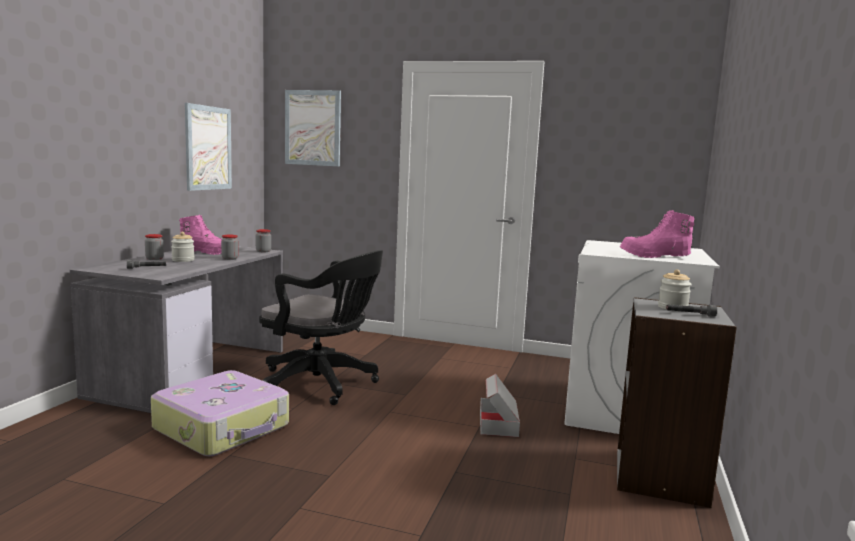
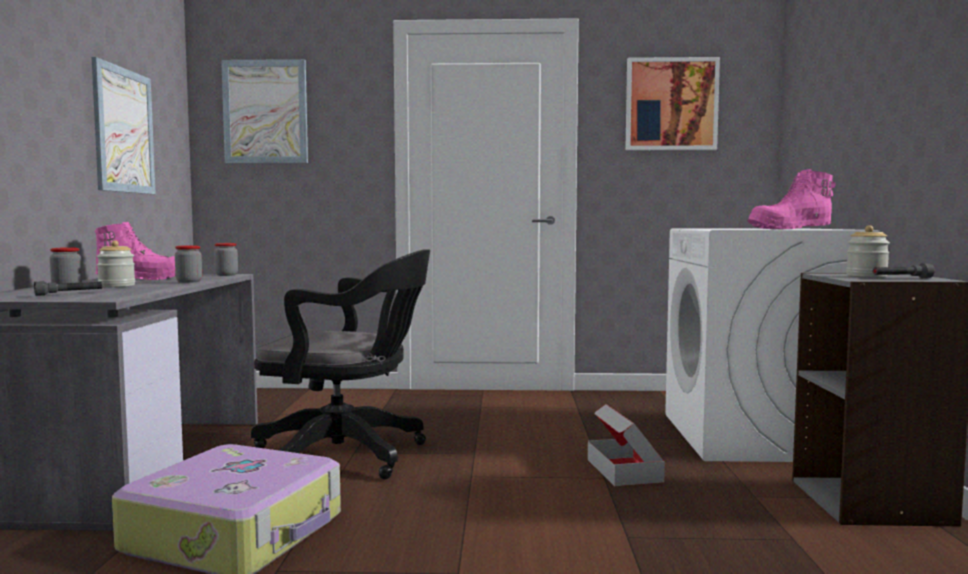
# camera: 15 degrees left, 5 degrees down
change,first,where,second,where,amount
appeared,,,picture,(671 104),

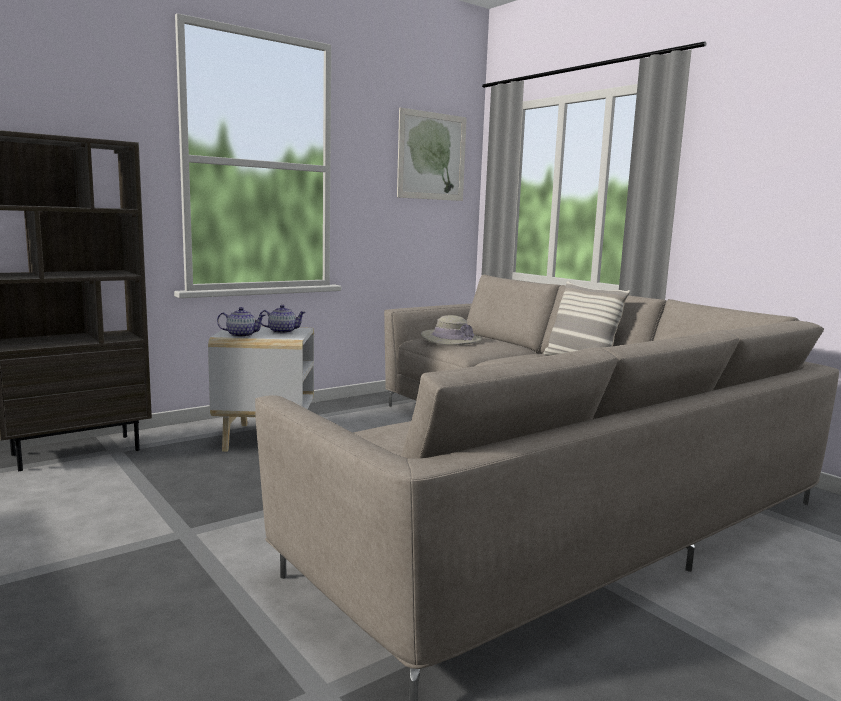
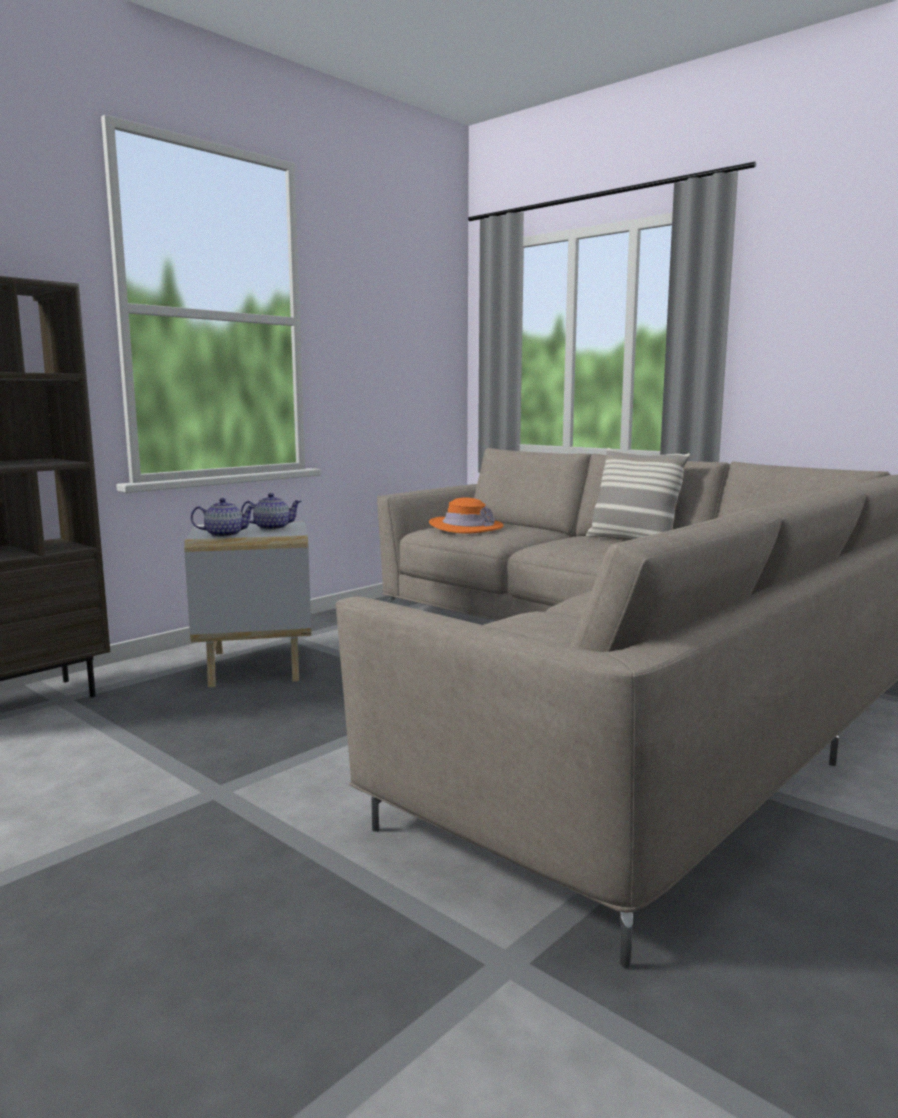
# camera: 10 degrees left, 0 degrees up
change,first,where,second,where,amount
colour,hat/beige,(450 339),hat/orange,(466 527),
missing,picture,(431 156),,,

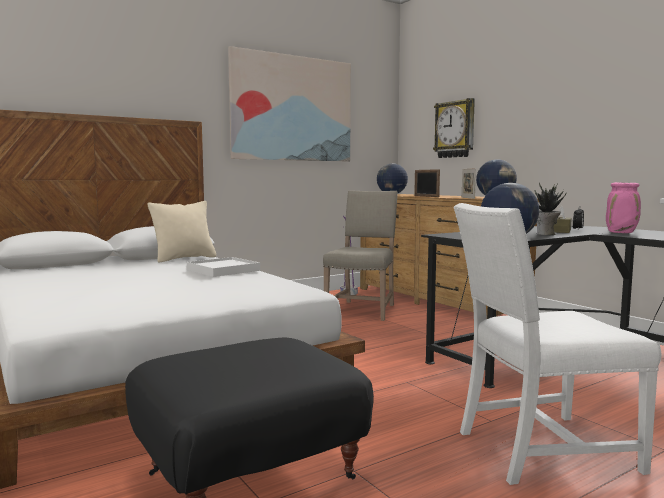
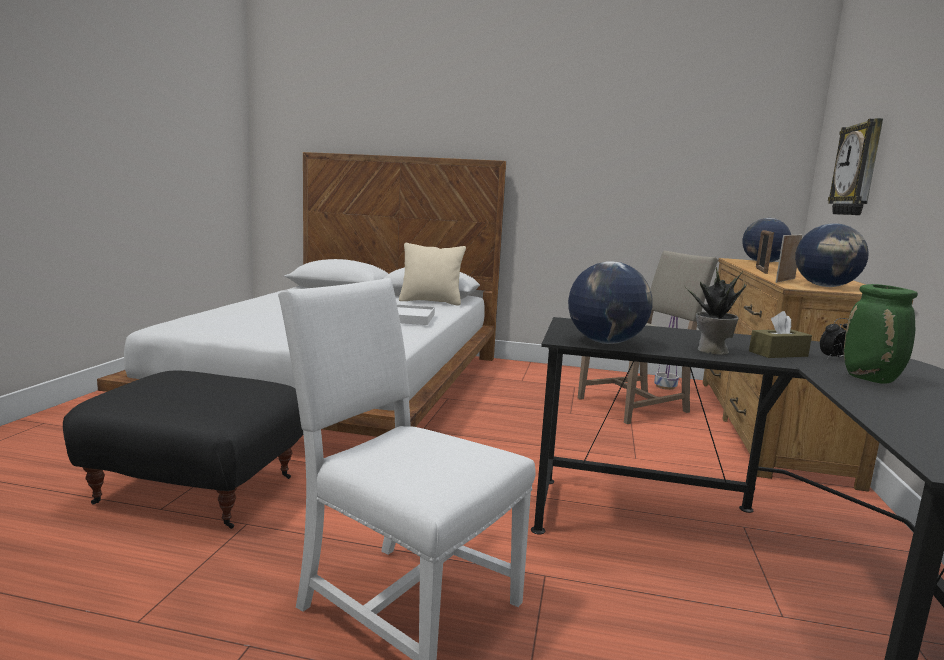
# camera: 45 degrees right, 5 degrees up
change,first,where,second,where,amount
colour,vase/pink,(622 232),vase/green,(872 380),
missing,picture,(292 108),,,

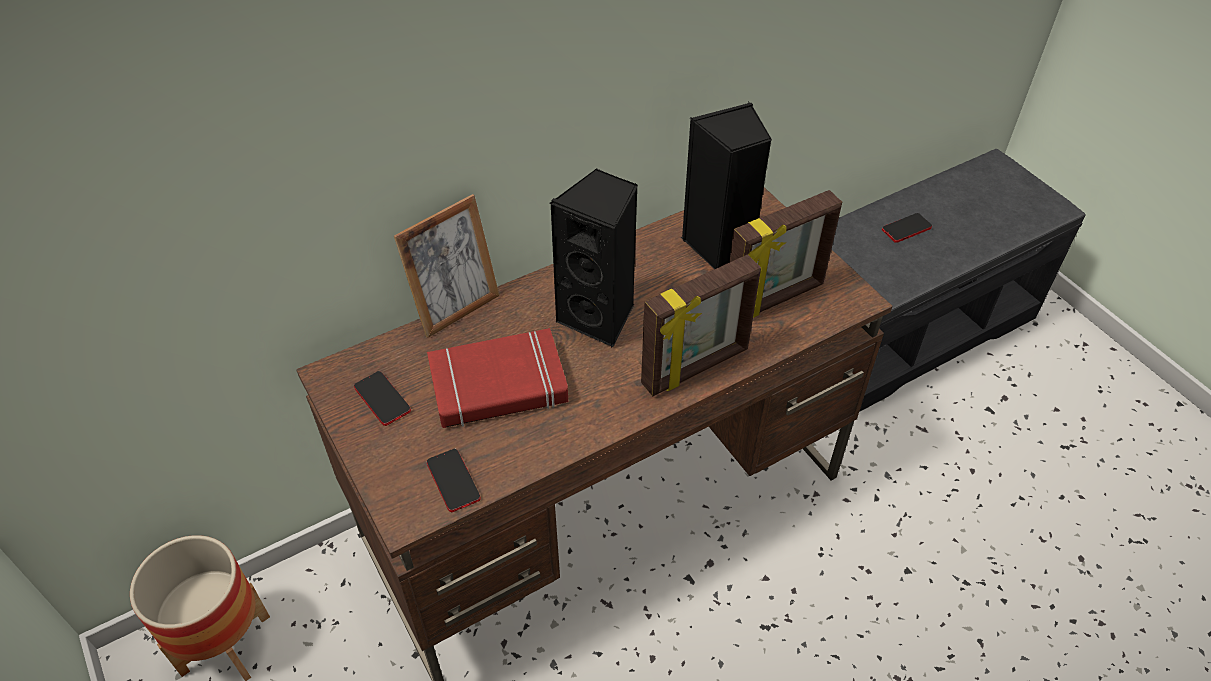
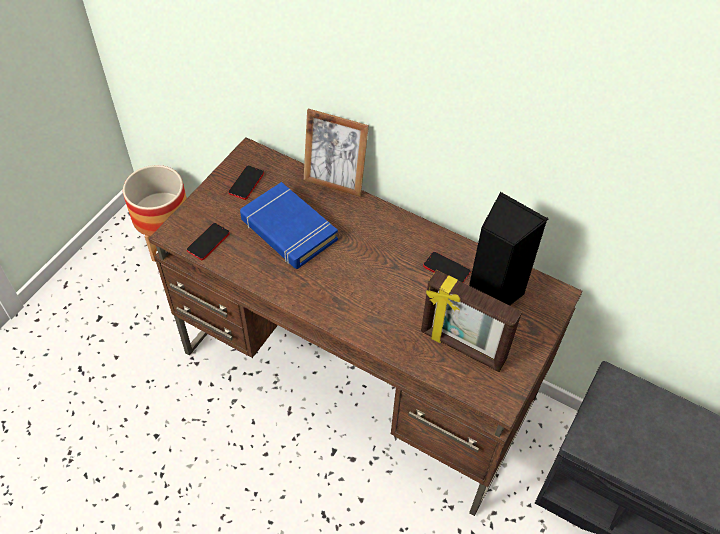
# camera: 60 degrees right, 5 degrees up
change,first,where,second,where,amount
colour,book/red,(498 386),book/blue,(288 230),
relocated,phone,(906 228),,(446 269),
missing,speaker/black,(600 316),,,
missing,picture frame,(696 368),,,

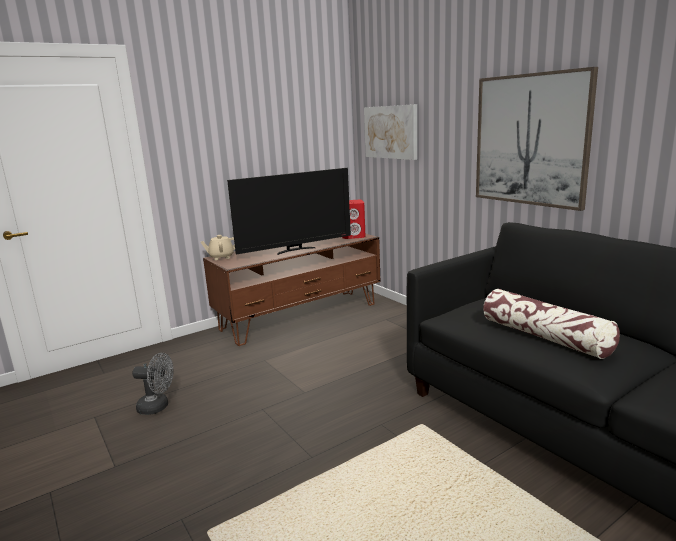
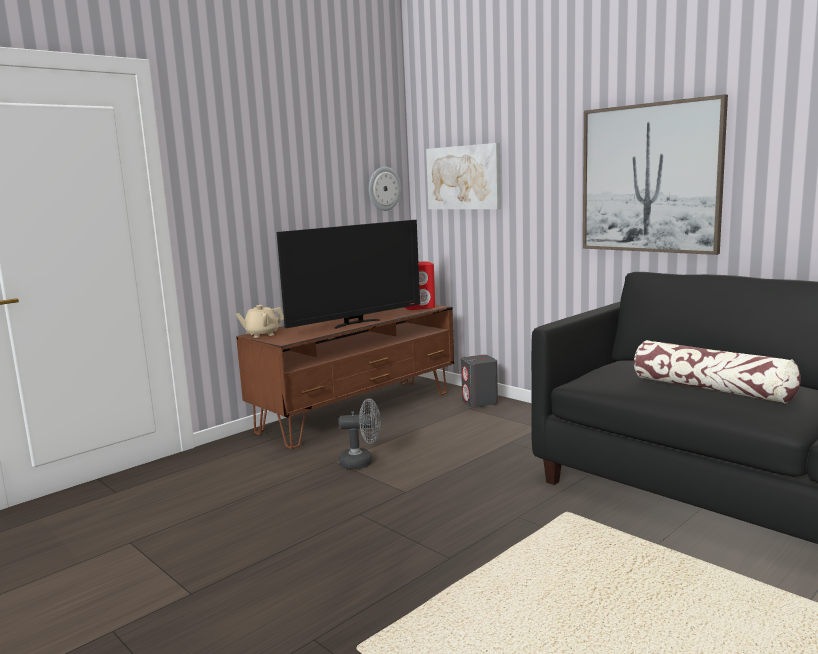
# camera: 10 degrees left, 5 degrees down
change,first,where,second,where,amount
relocated,fan/grey,(158 407),,(362 462),
appeared,,,wall clock,(384 189),
appeared,,,speaker/grey,(480 402),

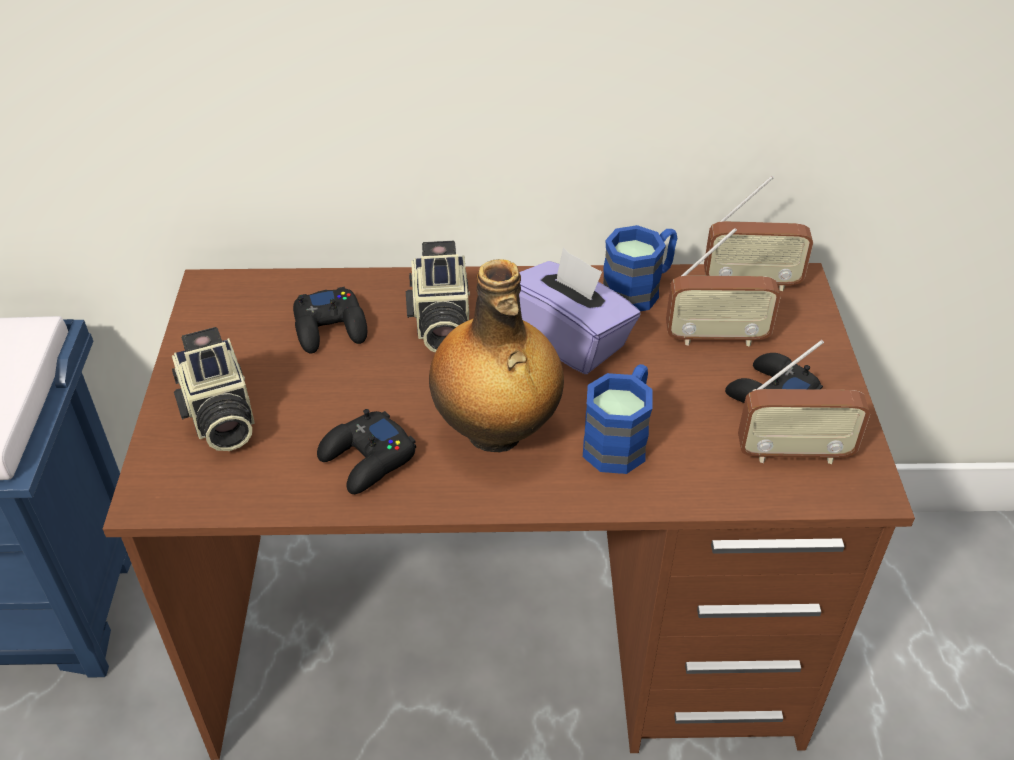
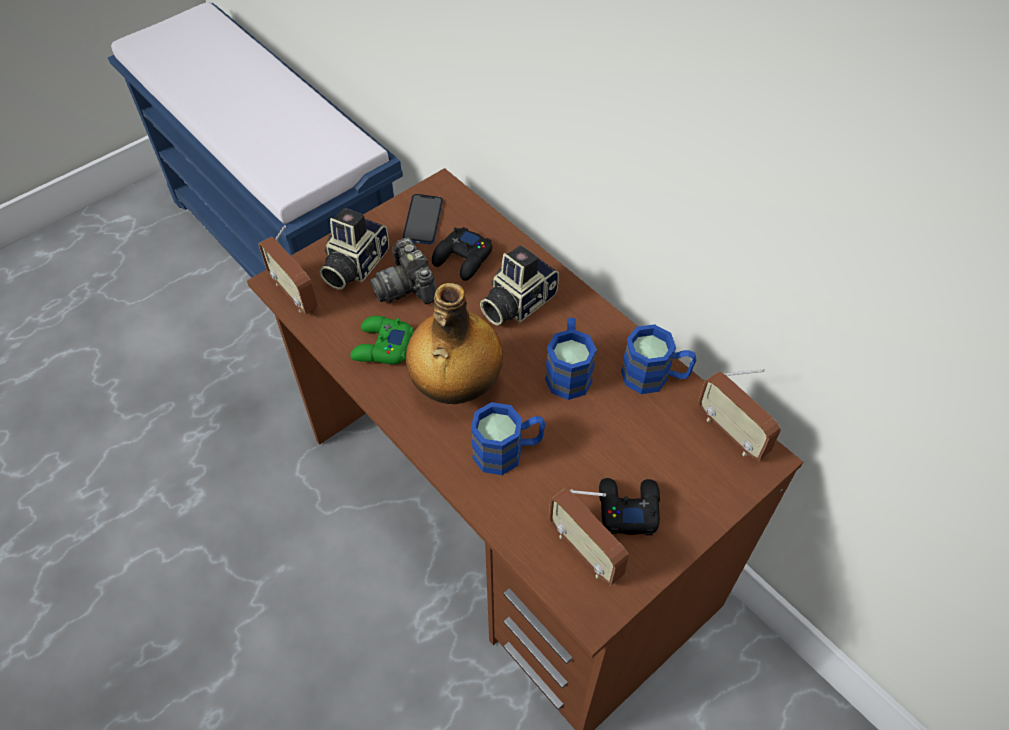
# camera: 50 degrees right, 10 degrees up
change,first,where,second,where,amount
relocated,radio,(716 337),,(294 294),
colour,game controller/black,(367 459),game controller/green,(381 346),
appeared,,,photo camera,(407 286),
appeared,,,phone,(423 220),
exchanged,tissue box/purple,(569 339),mug/blue,(568 371),

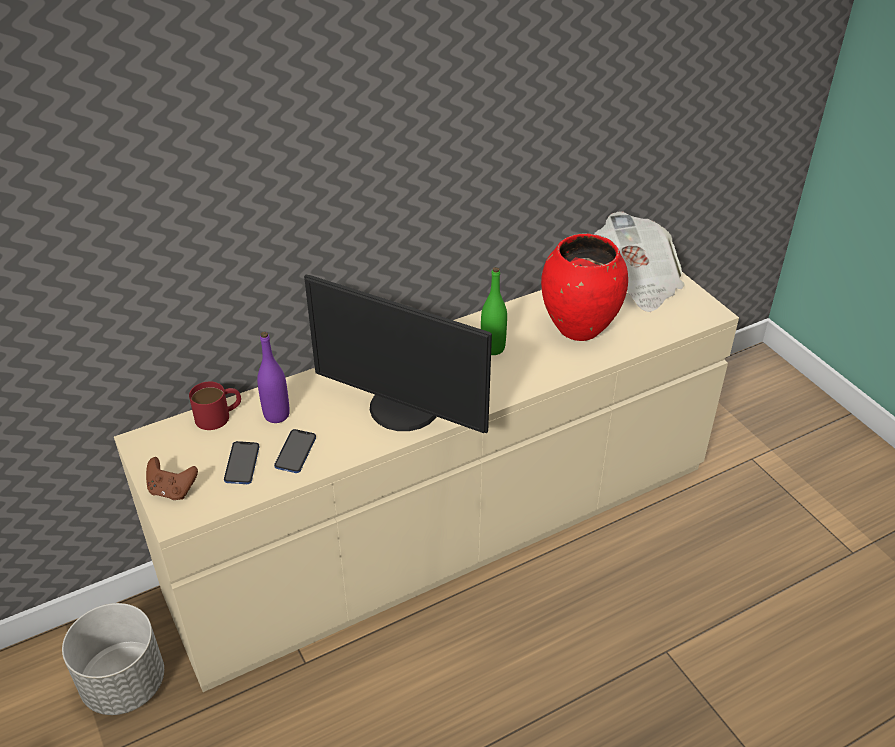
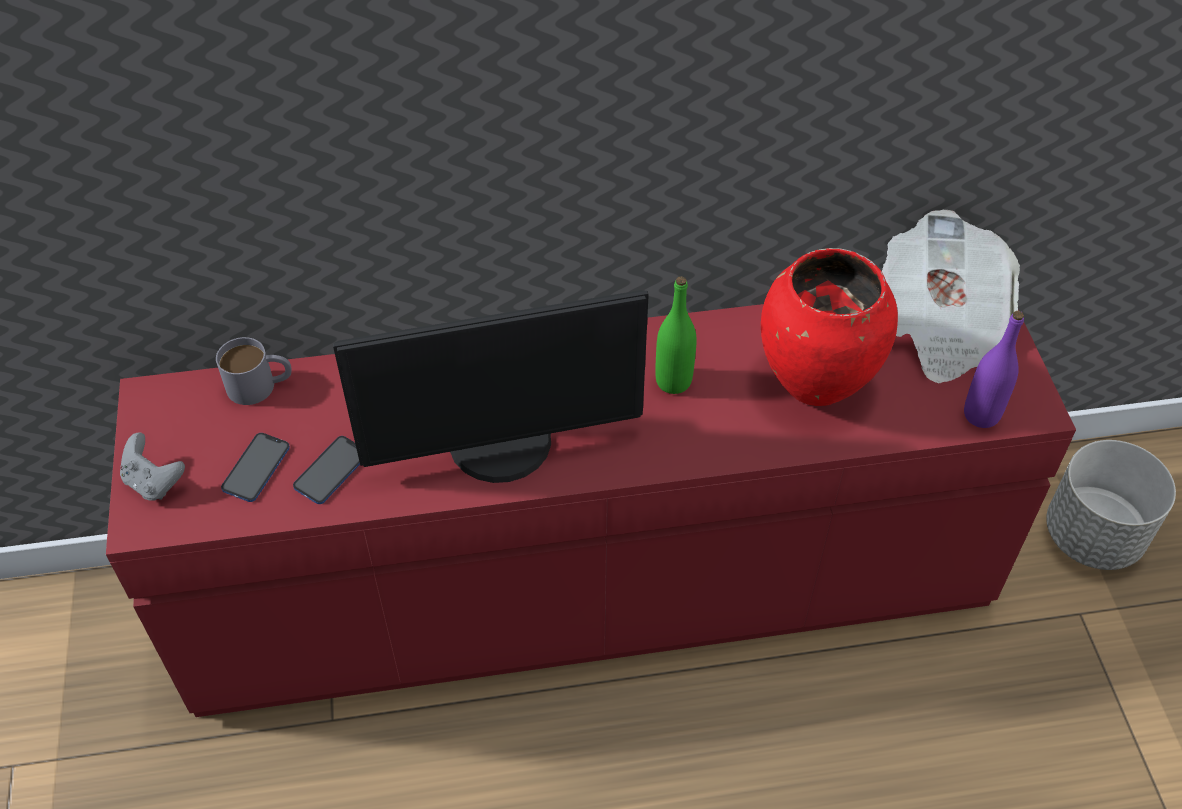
# camera: 20 degrees right, 10 degrees up
change,first,where,second,where,amount
colour,dresser/beige,(446 528),dresser/red,(590 586),
colour,game controller/brown,(172 490),game controller/grey,(154 482),
colour,mug/red,(219 415),mug/grey,(260 385),
spun,monitor,(402 409),,(501 446),60 degrees counterclockwise
relocated,bottle/purple,(276 415),,(981 415),
relocated,planter/grey,(125 684),,(1093 536),

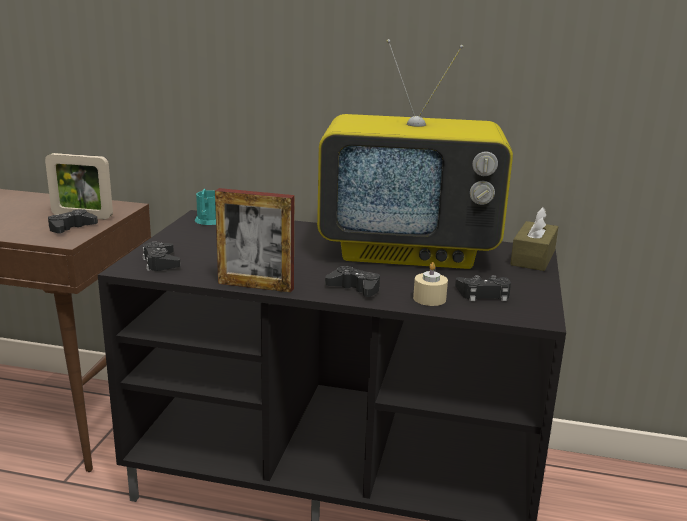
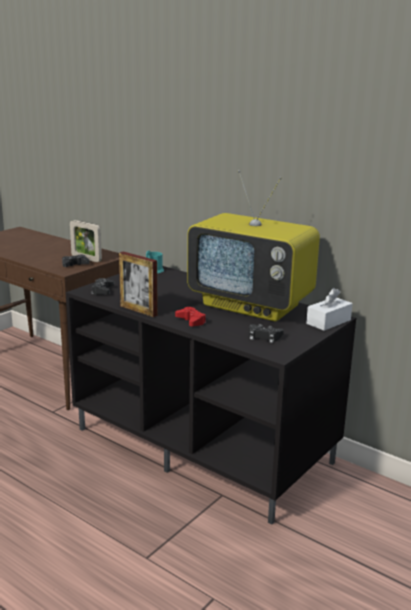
# camera: 25 degrees right, 0 degrees up
change,first,where,second,where,amount
colour,game controller/black,(354 288),game controller/red,(191 321),
colour,tissue box/brown,(533 258),tissue box/white,(328 322),
missing,candle/beige,(429 299),,,

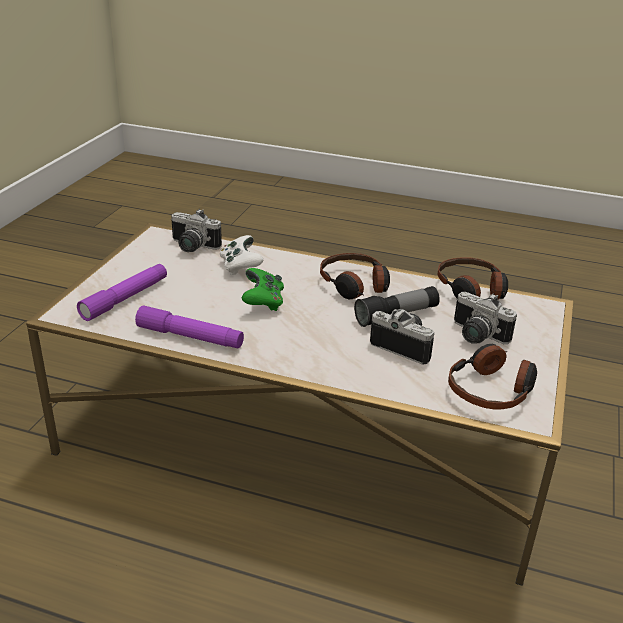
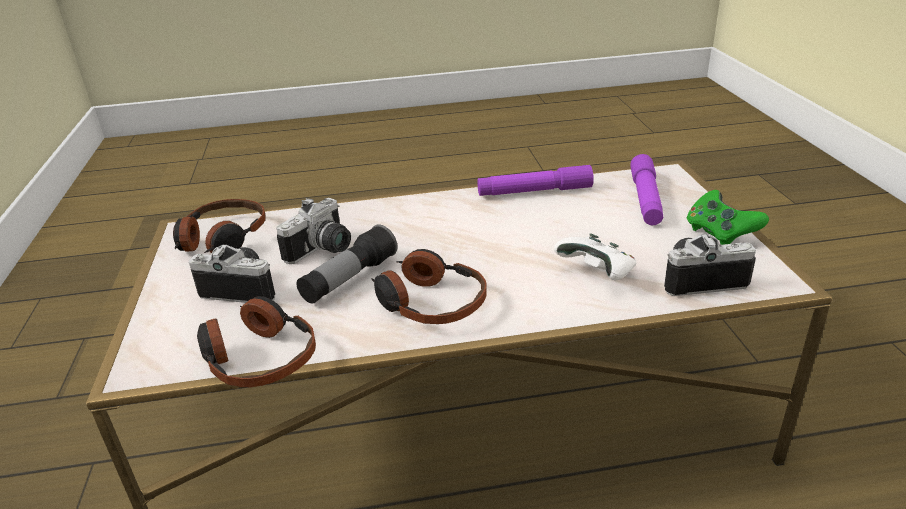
# camera: 155 degrees right, 0 degrees up
change,first,where,second,where,amount
spun,photo camera,(405 345),,(323 250),60 degrees counterclockwise
relocated,game controller/green,(263 302),,(719 233),

